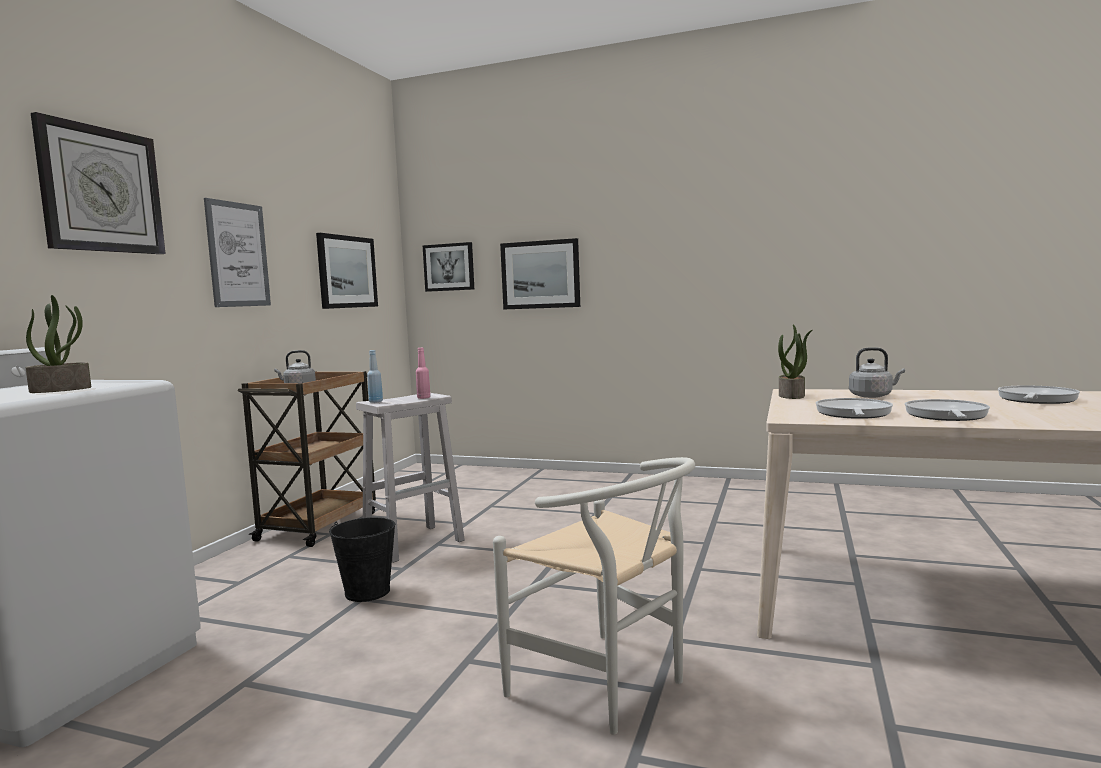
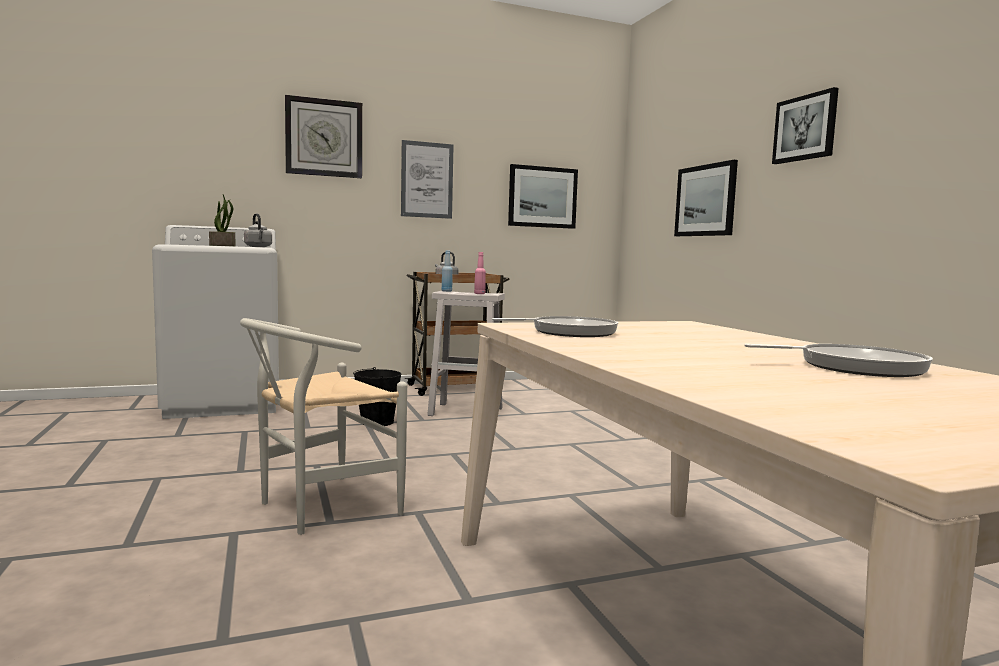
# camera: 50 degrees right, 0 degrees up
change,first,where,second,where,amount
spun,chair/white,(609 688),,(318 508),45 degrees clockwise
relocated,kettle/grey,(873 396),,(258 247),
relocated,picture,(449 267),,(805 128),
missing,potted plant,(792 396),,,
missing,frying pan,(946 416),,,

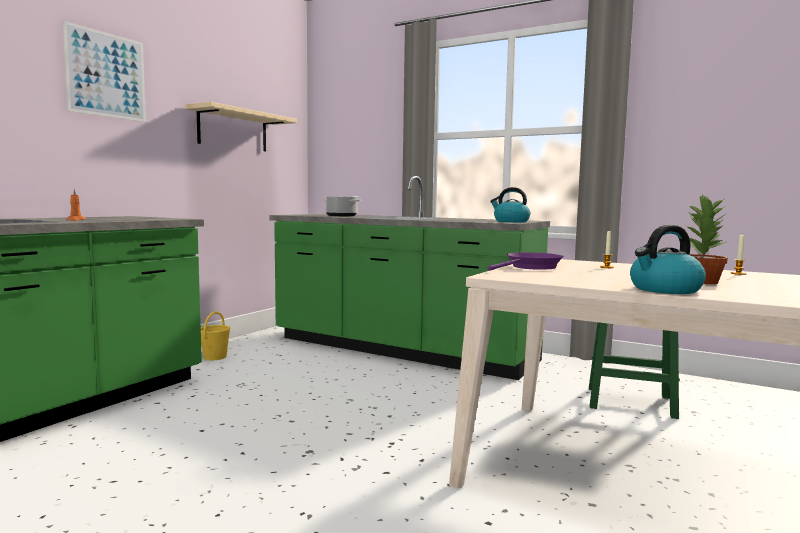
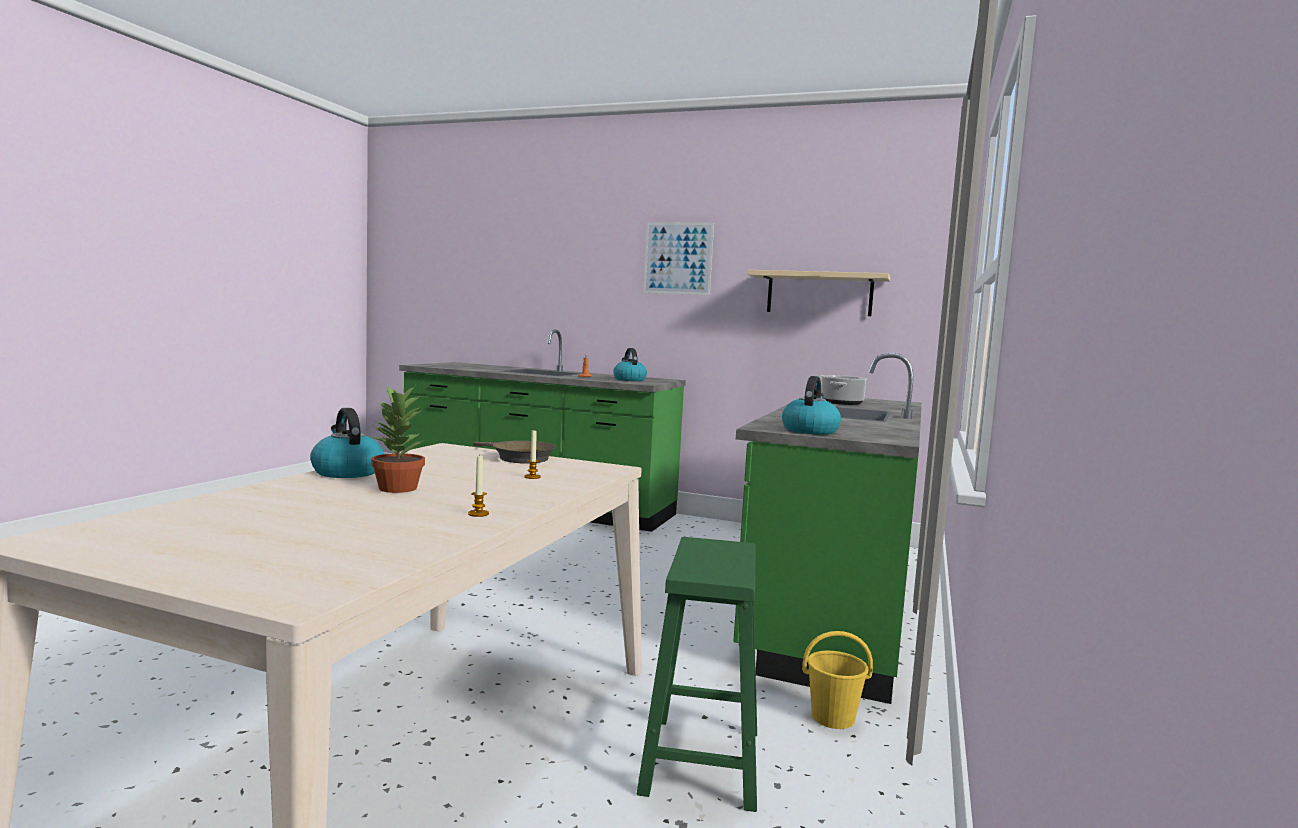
# camera: 80 degrees right, 0 degrees up
change,first,where,second,where,amount
colour,frying pan/purple,(531 267),frying pan/brown,(519 458),
appeared,,,kettle,(629 380),
relocated,bucket/yellow,(215 357),,(833 718),

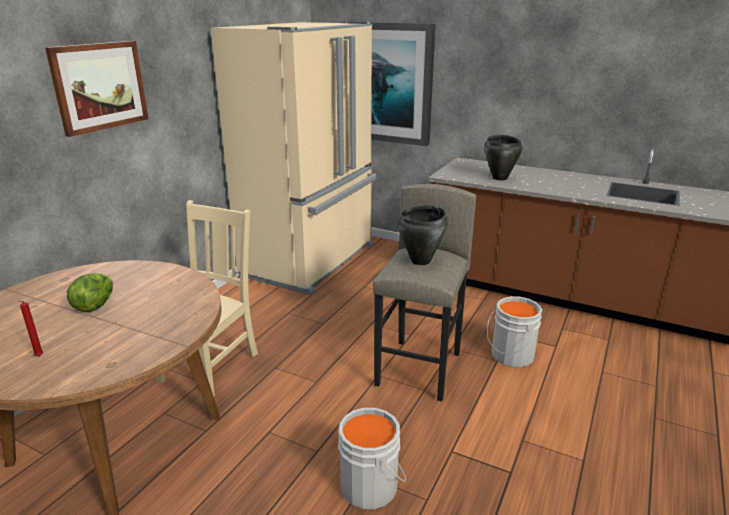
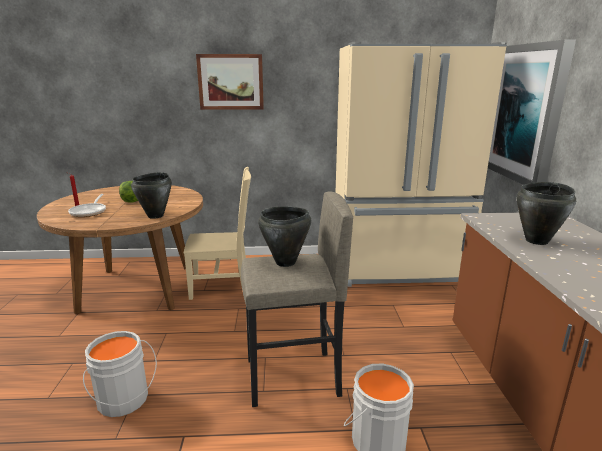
# camera: 60 degrees right, 5 degrees down
change,first,where,second,where,amount
appeared,,,frying pan,(89 212),
appeared,,,cooking pot/black,(156 216),

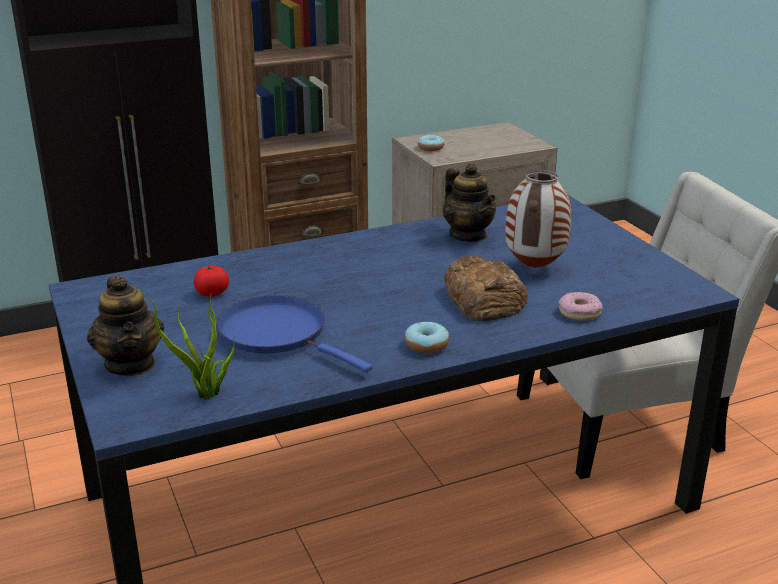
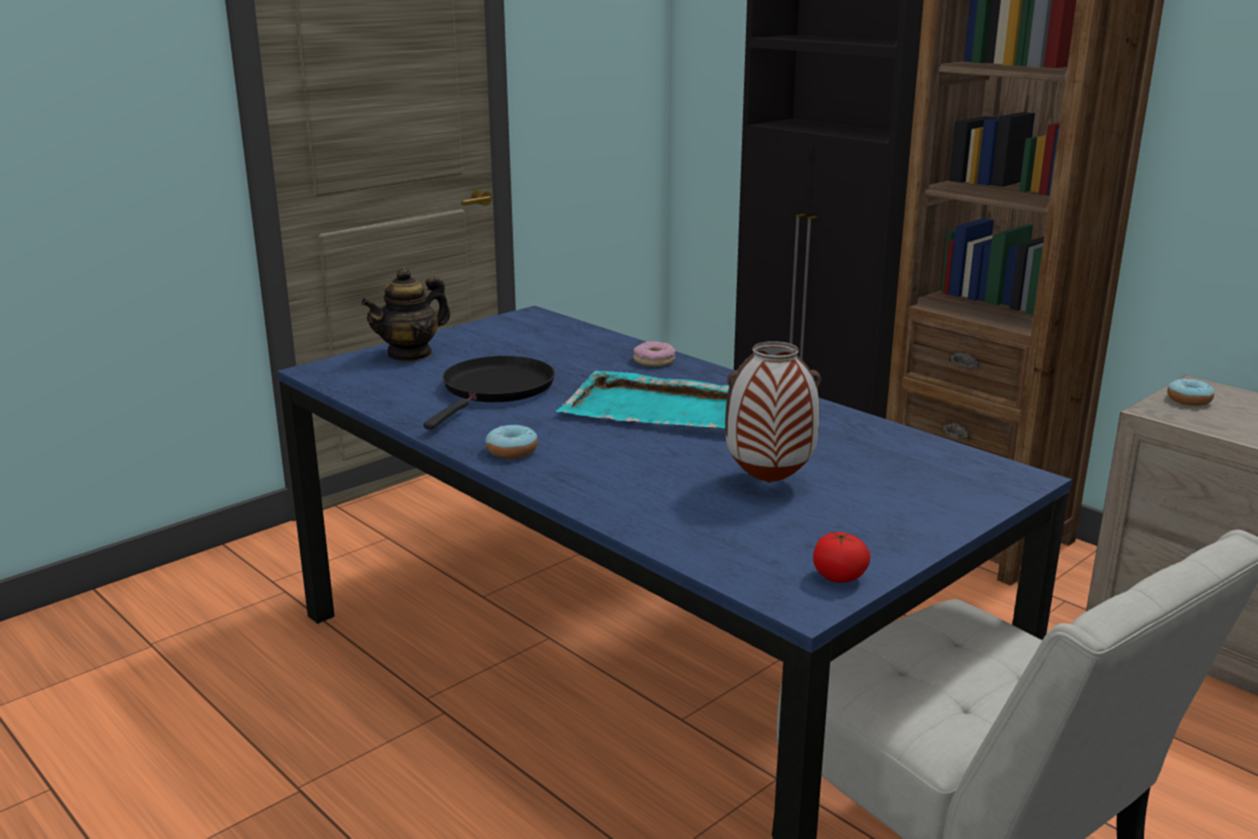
# camera: 70 degrees right, 5 degrees down
change,first,where,second,where,amount
colour,frying pan/blue,(278 334),frying pan/black,(495 390),
appeared,,,tray/turquoise,(662 409),
relocated,donut,(579 312),,(654 361),
relocated,tomato,(212 293),,(839 577),
missing,potted plant,(206 395),,,
missing,teapot,(468 235),,,
missing,bread,(483 299),,,

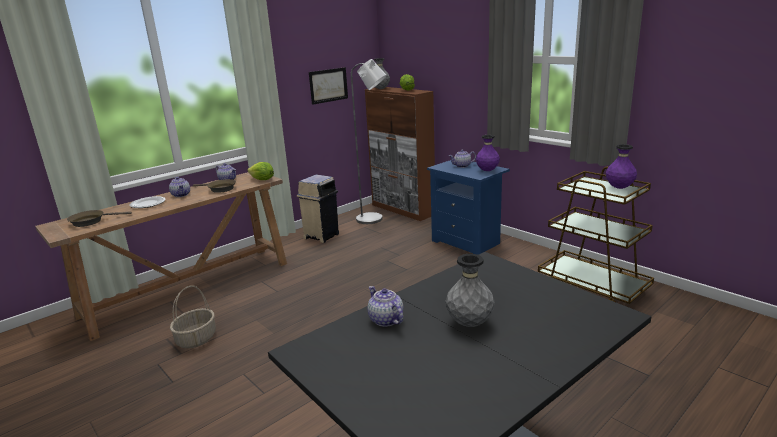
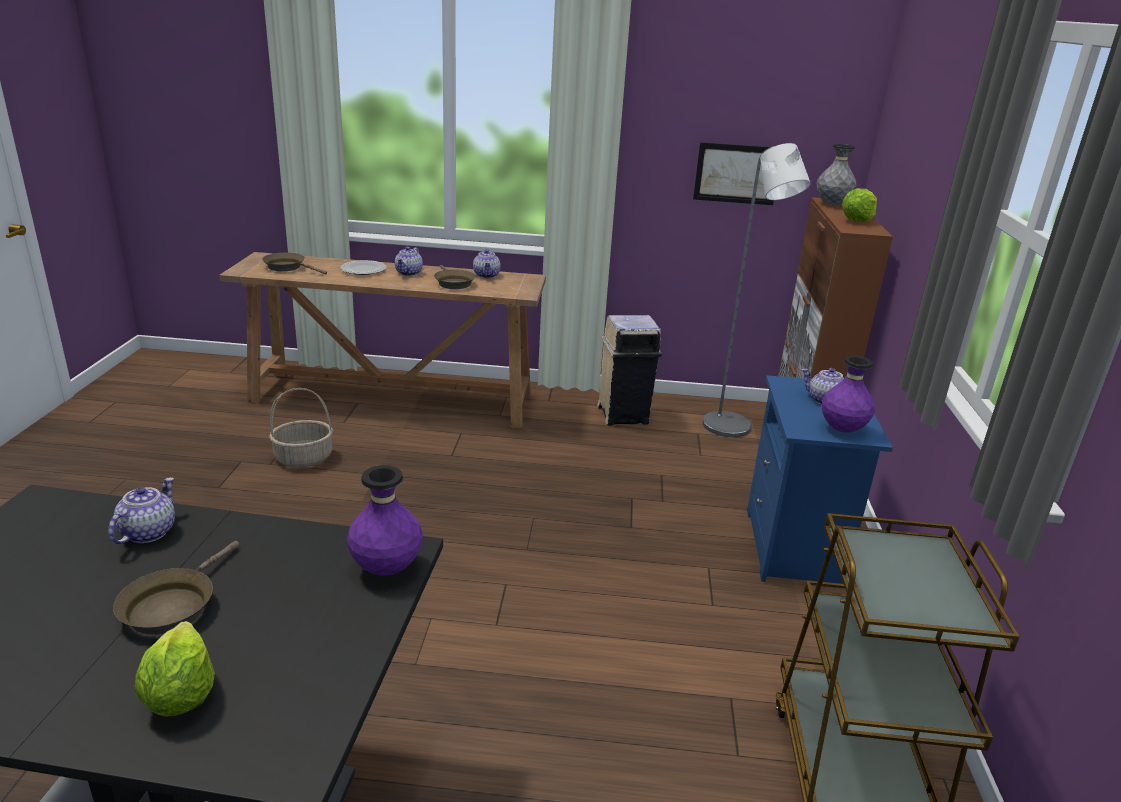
# camera: 45 degrees right, 5 degrees up
change,first,where,second,where,amount
exchanged,vase/grey,(469 323),frying pan/brown,(172 605),
relocated,lettuce,(262 180),,(180 694),
relocated,vase/purple,(619 188),,(386 569),

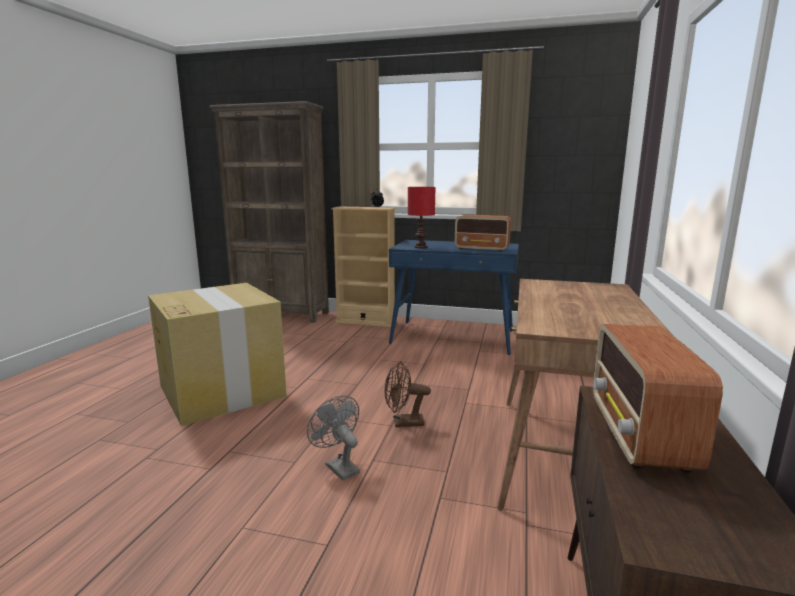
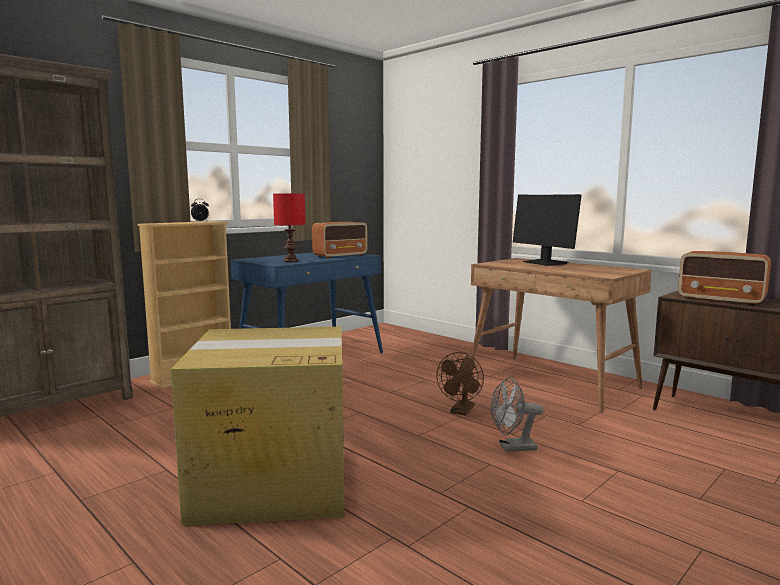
# camera: 60 degrees left, 5 degrees down
change,first,where,second,where,amount
appeared,,,monitor,(545 263),

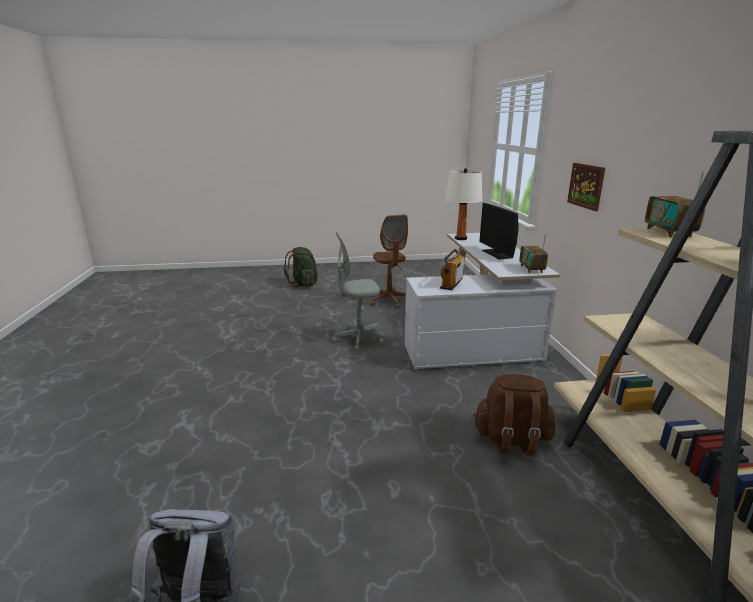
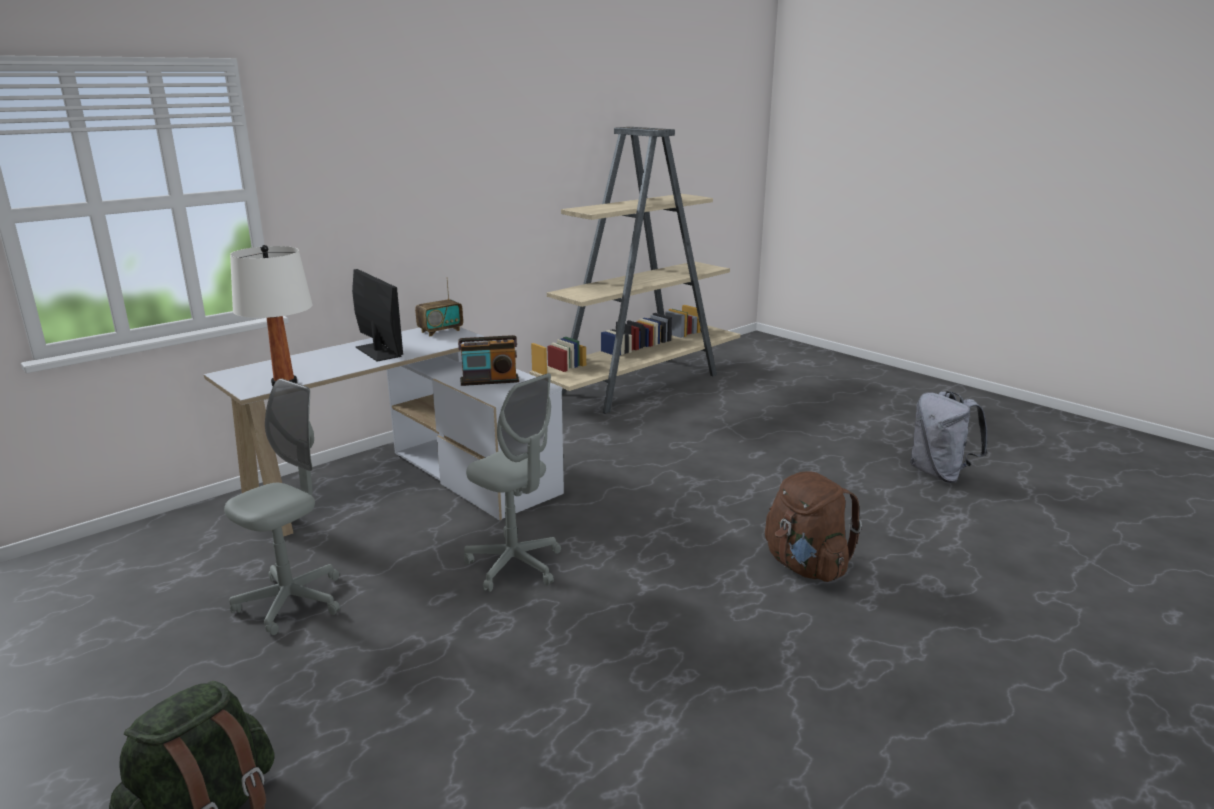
# camera: 125 degrees left, 0 degrees up
change,first,where,second,where,amount
colour,office chair/brown,(389 301),office chair/grey,(291 602),
spun,monitor,(497 254),,(378 352),75 degrees counterclockwise
relocated,backpack/brown,(512 440),,(805 566),
missing,picture,(586 186),,,
missing,radio,(669 232),,,

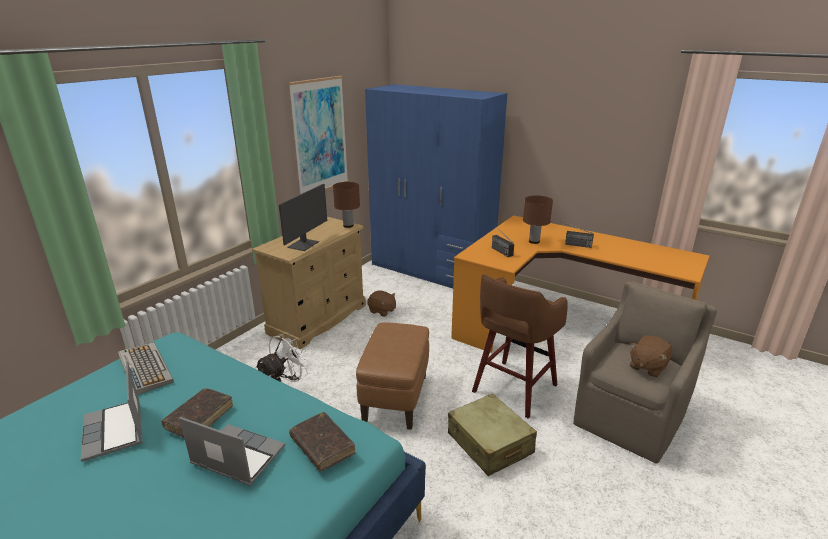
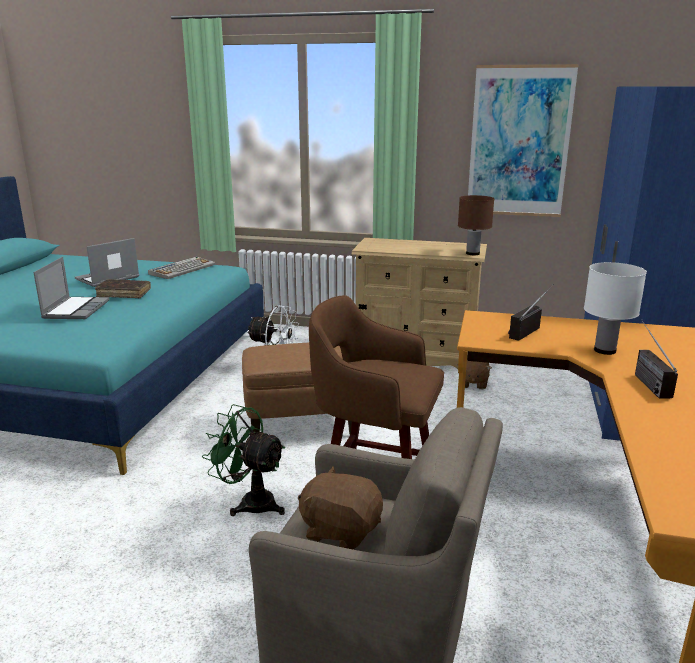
# camera: 70 degrees right, 5 degrees down
change,first,where,second,where,amount
exchanged,suitcase/beige,(489 443),fan/green,(250 502),
colour,table lamp/brown,(534 241),table lamp/white,(605 350),
missing,monitor,(304 244),,,
missing,book/brown,(322 446),,,

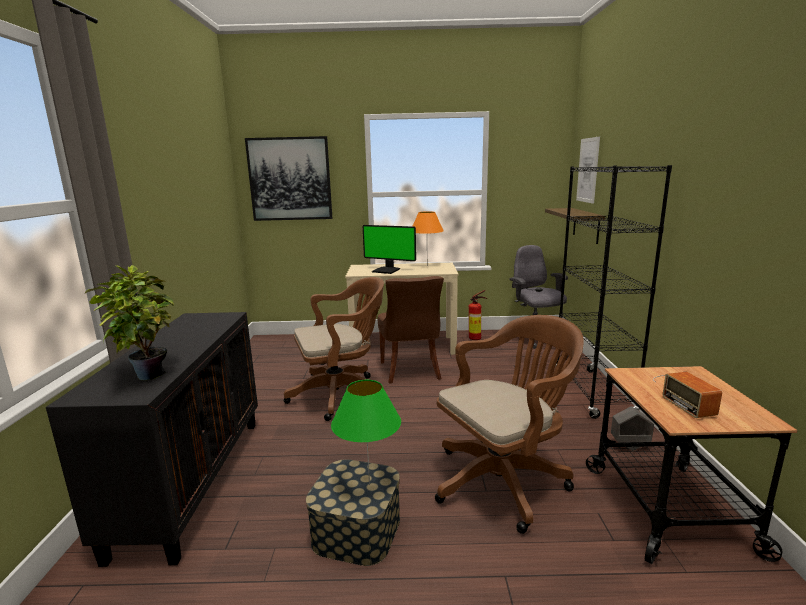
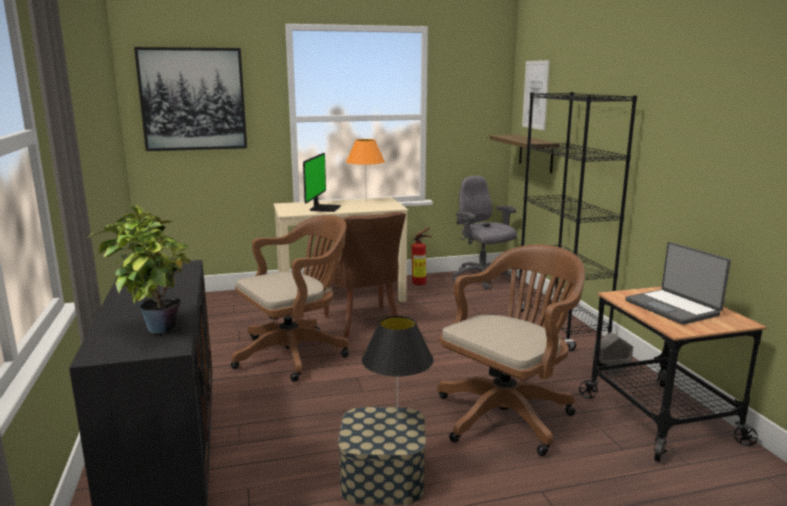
# camera: 15 degrees left, 0 degrees up
change,first,where,second,where,amount
spun,monitor,(387 270),,(323 208),90 degrees counterclockwise
colour,table lamp/green,(369 484),table lamp/black,(397 425),
exchanged,radio,(684 394),laptop,(673 308),

